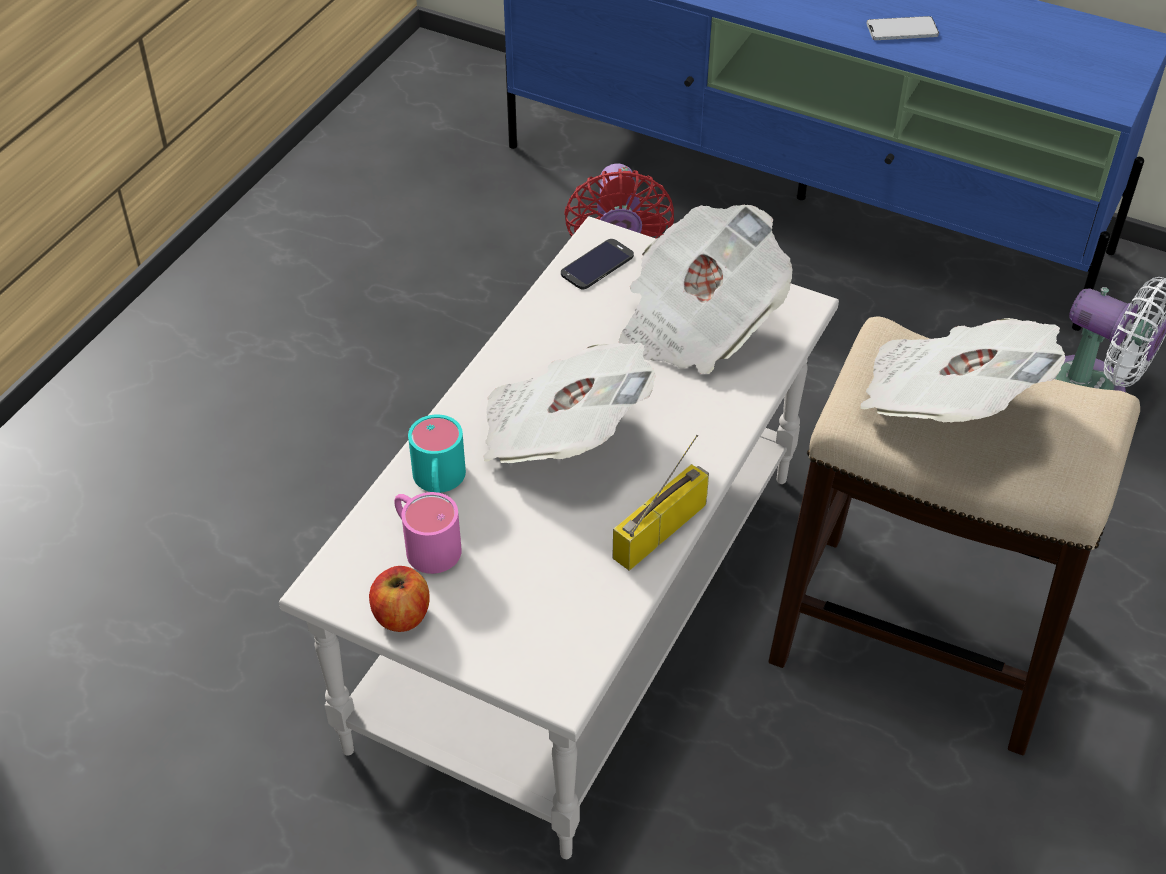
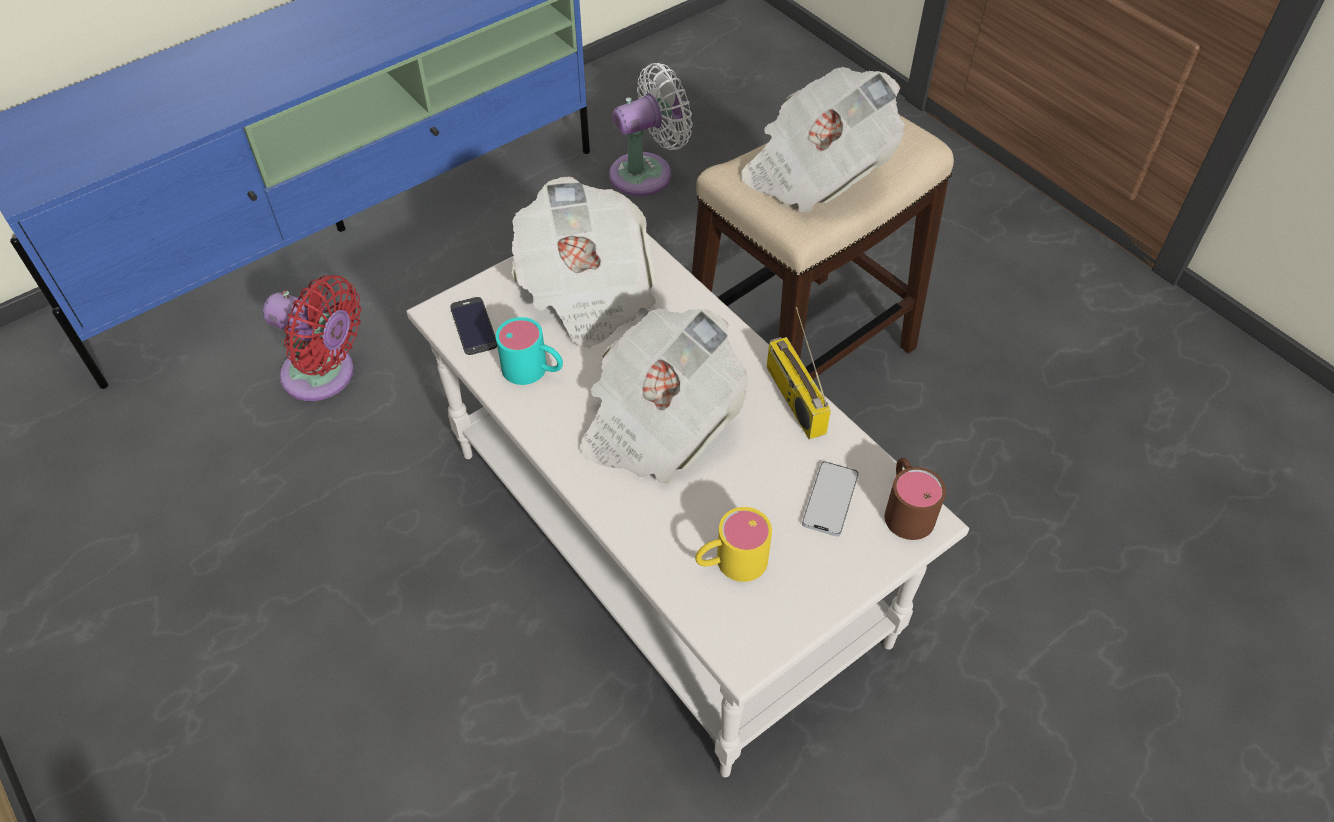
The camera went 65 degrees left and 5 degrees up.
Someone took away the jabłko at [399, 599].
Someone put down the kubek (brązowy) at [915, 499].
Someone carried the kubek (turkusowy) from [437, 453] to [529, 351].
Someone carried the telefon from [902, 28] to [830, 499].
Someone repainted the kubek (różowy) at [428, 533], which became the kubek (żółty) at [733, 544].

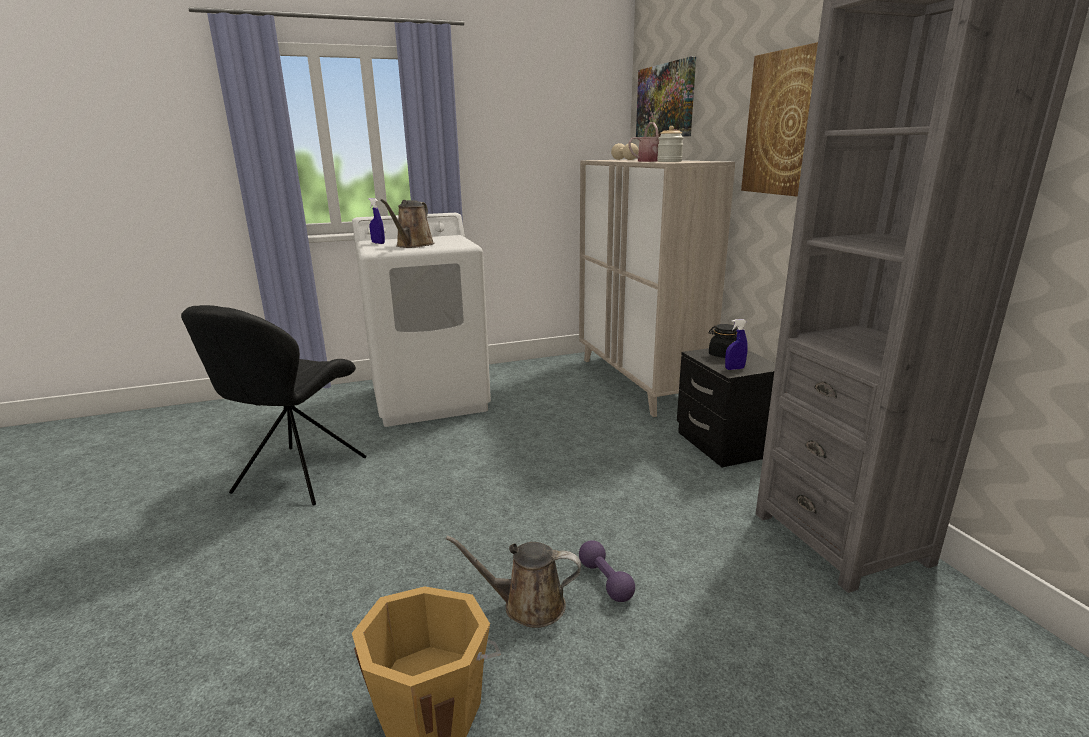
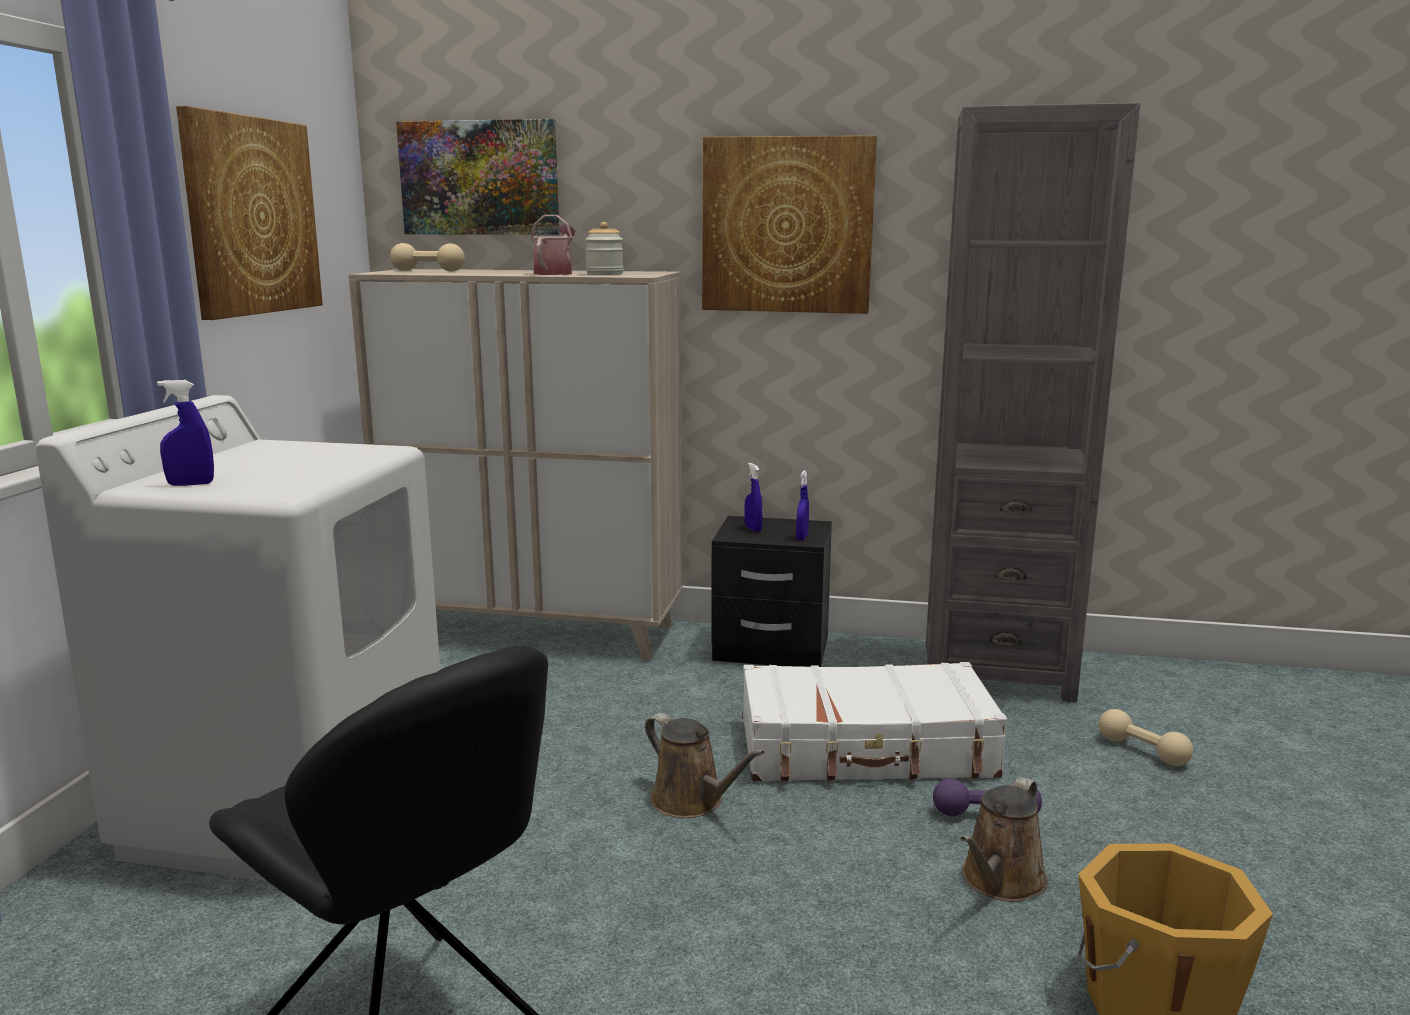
The camera went 60 degrees left and 5 degrees down.
Someone put up the obraz at [249, 213].
Someone put down the walizka (biały) at [875, 722].
Someone put down the hantel (beżowy) at [1146, 737].
Someone carried the konewka (brązowy) from [407, 223] to [705, 765].
Someone swapped the słoik (czarny) at [722, 341] for the spryskiwacz (niebieski) at [754, 497].

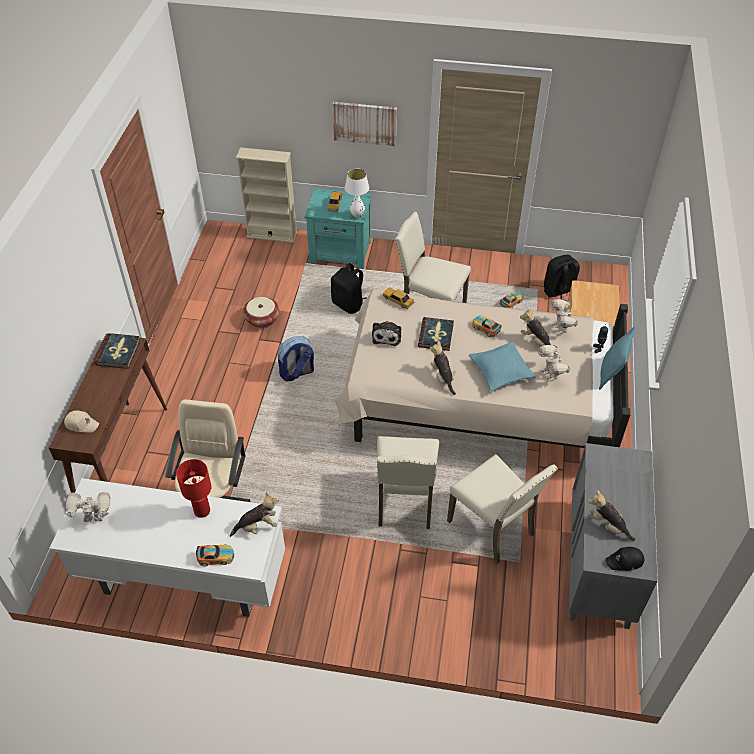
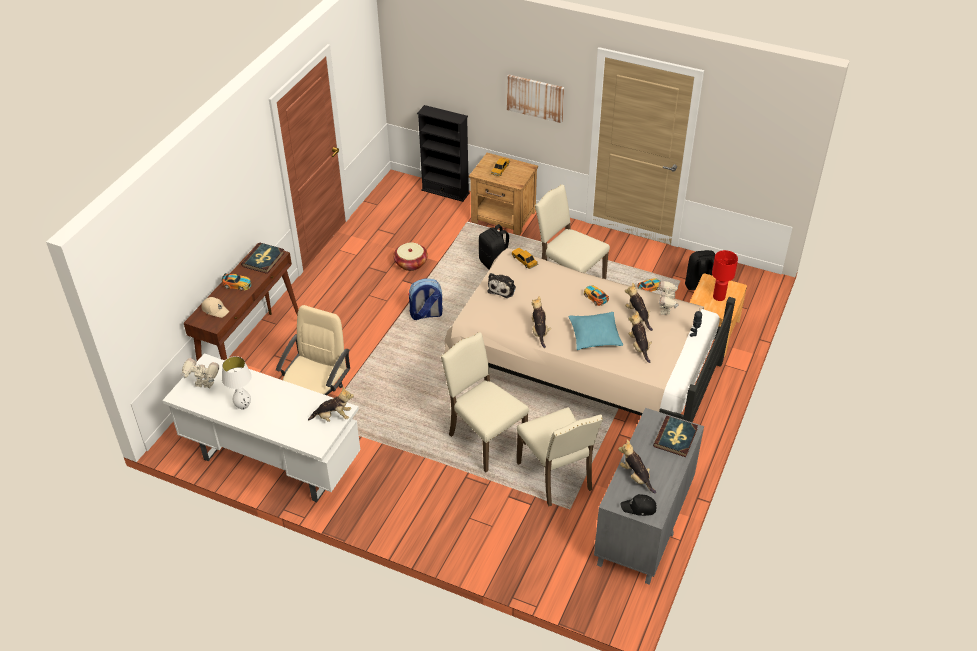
The camera went 15 degrees right and 5 degrees down.
Someone took away the poduszka (turkusowy) at [617, 358].
Someone carried the lampa stołowa (czerwony) from [193, 488] to [725, 275].
Someone carried the samochodzik from [215, 555] to [236, 282].
Someone carried the lampa stołowa (biały) from [357, 193] to [237, 383].
Someone carried the książka from [436, 334] to [675, 436].
Someone swapped the robot zabawkowy at [554, 363] for the pluszak at [640, 337].
Someone repainted the regał (beżowy) at [266, 195], which became the regał (czarny) at [443, 153].
Someone repainted the szafka nocna (turkusowy) at [338, 228], which became the szafka nocna (brązowy) at [503, 194].
Someone rotated the krzesło (beżowy) at [408, 482] by 120 degrees clockwise.

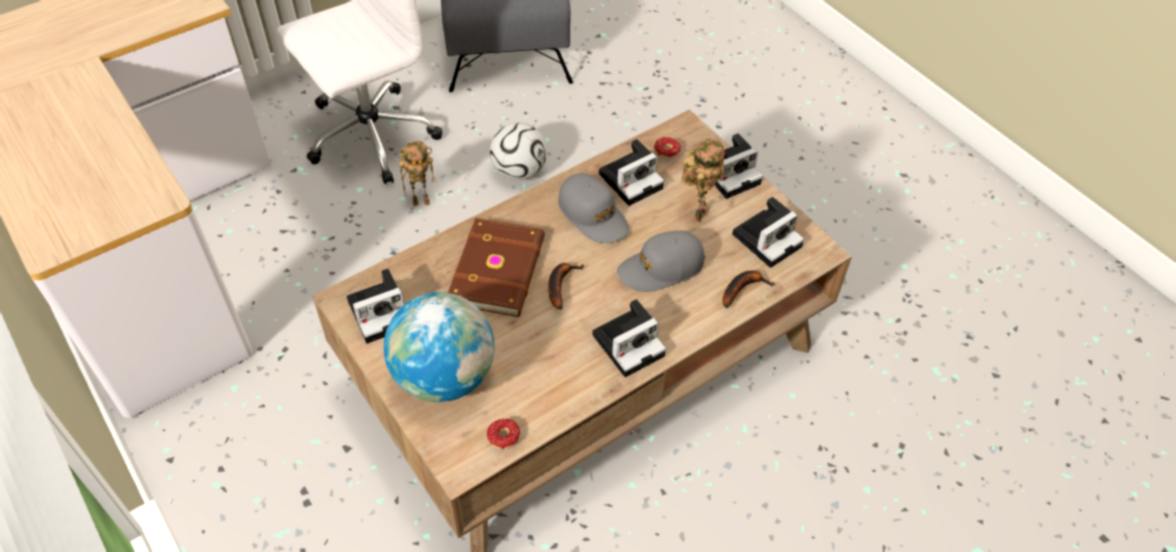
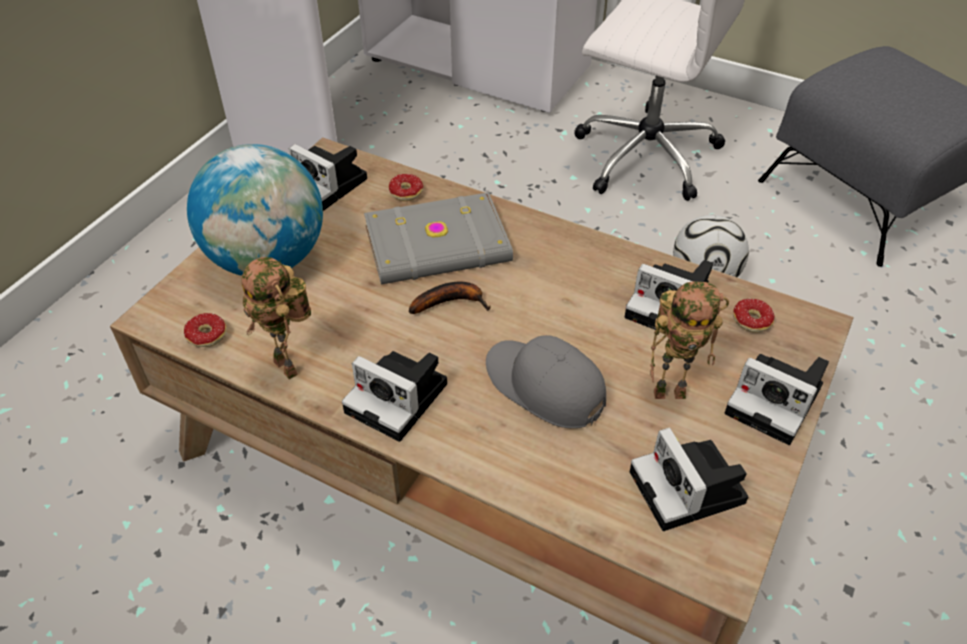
The camera went 65 degrees right and 5 degrees down.
Someone took away the czapka z daszkiem (szary) at [593, 208].
Someone took away the banan at [748, 289].
Someone put down the donut at [406, 187].
Someone carried the robot zabawkowy from [417, 173] to [276, 318].
Someone repainted the książka (brązowy) at [496, 267], which became the książka (szary) at [438, 238].
Someone rotated the aparat fotograficzny at [768, 232] by 45 degrees clockwise.

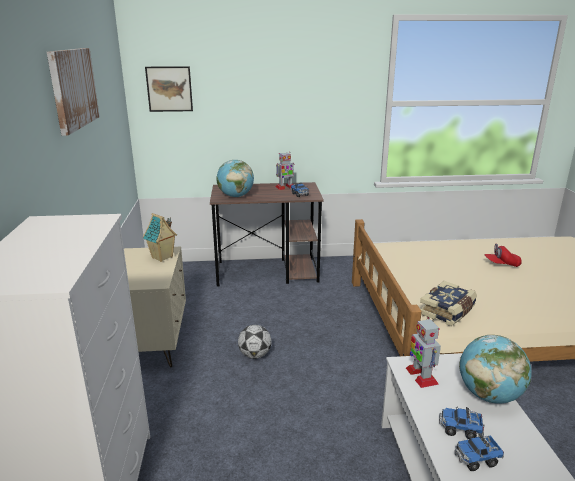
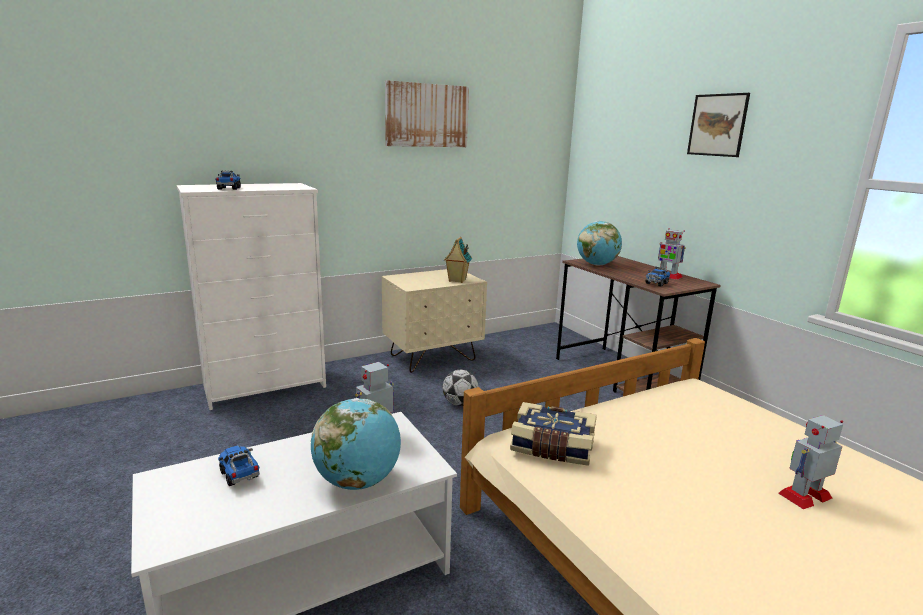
The camera went 65 degrees right and 5 degrees down.
Someone carried the obraz from [169, 89] to [718, 125].
Someone carried the ciężarówka zabawkowa from [462, 422] to [228, 180].
Someone swapped the czapka z daszkiem (czerwony) at [503, 255] for the robot zabawkowy at [810, 462].

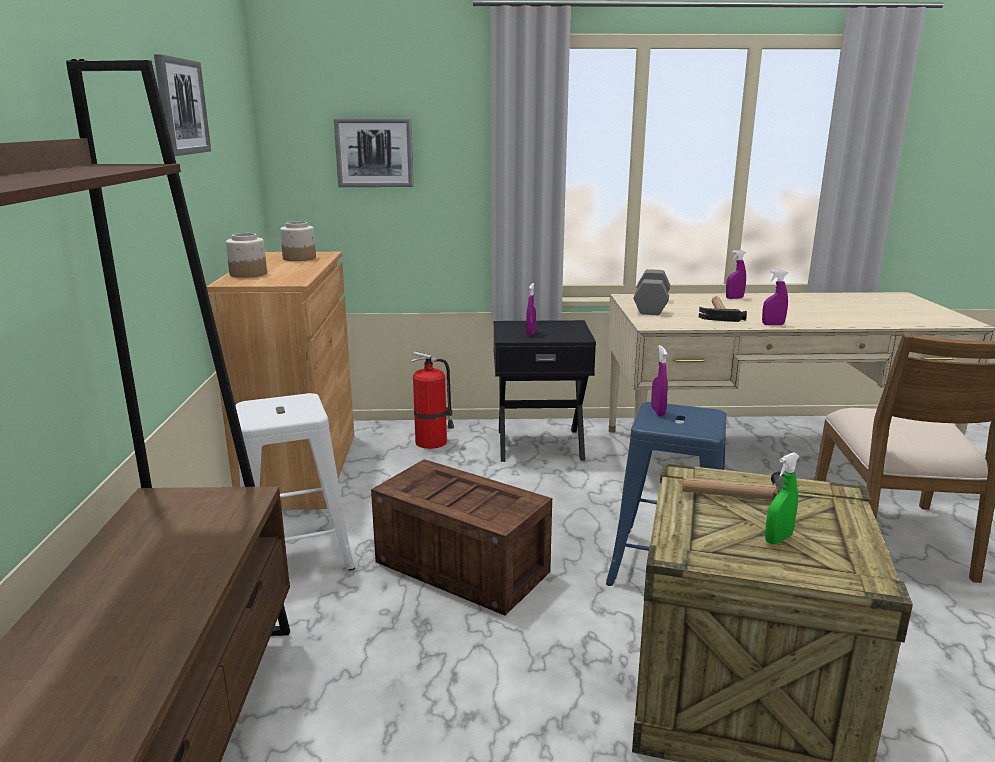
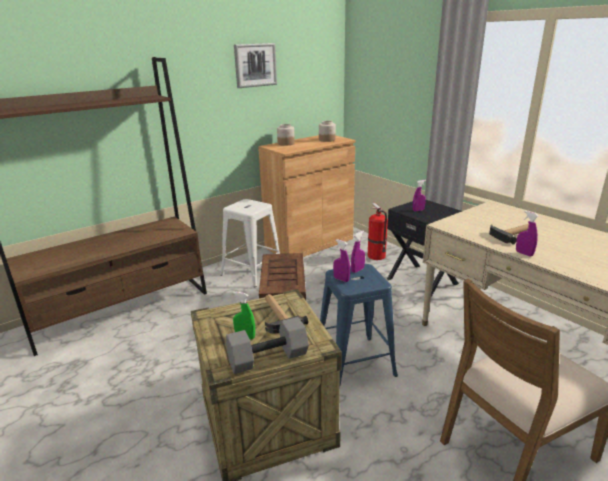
The camera went 55 degrees right and 5 degrees up.
Someone took away the obraz at [374, 152].
Someone carried the hantel (szary) from [652, 292] to [267, 345].
Someone carried the spryskiwacz (fioletowy) from [736, 274] to [341, 260].

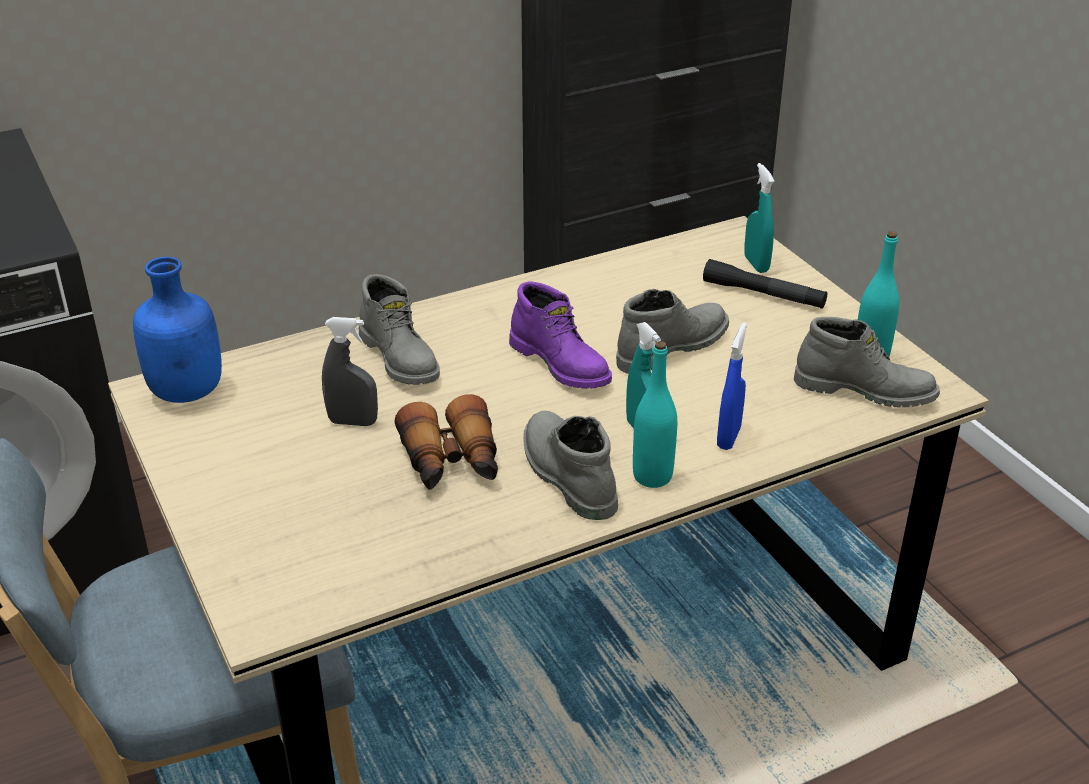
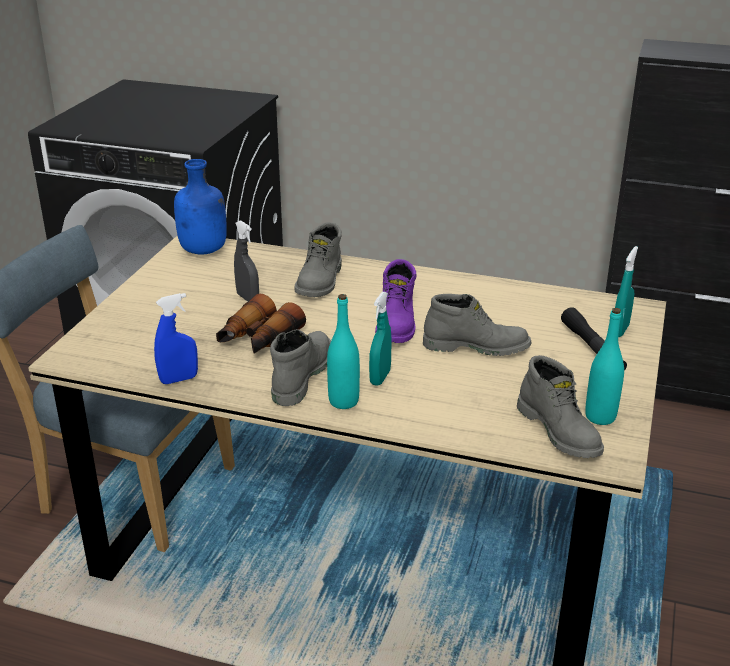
The camera went 45 degrees right and 5 degrees down.
Someone carried the spryskiwacz (niebieski) from [732, 386] to [176, 338].

